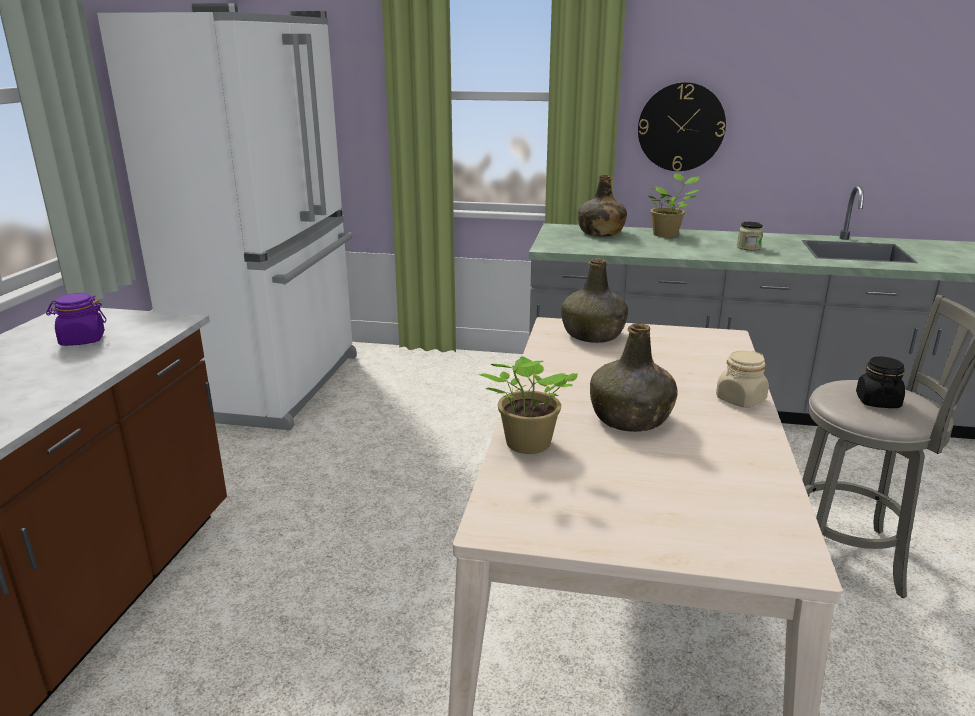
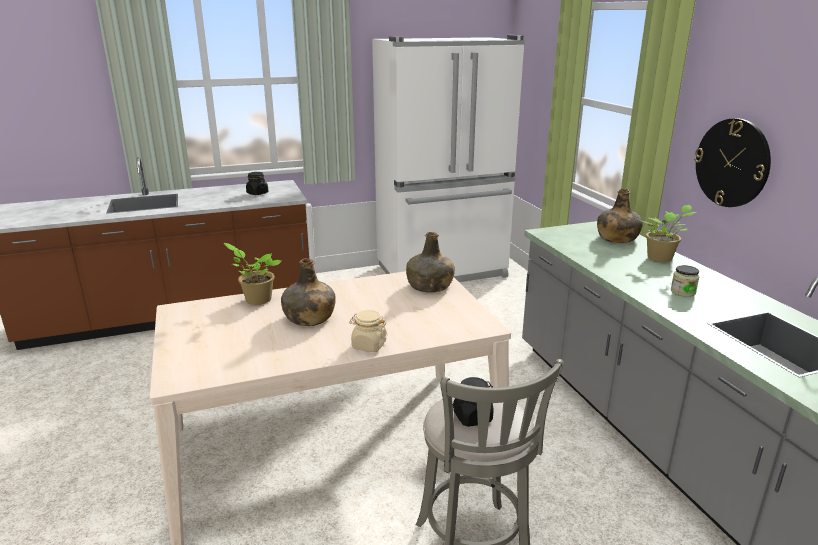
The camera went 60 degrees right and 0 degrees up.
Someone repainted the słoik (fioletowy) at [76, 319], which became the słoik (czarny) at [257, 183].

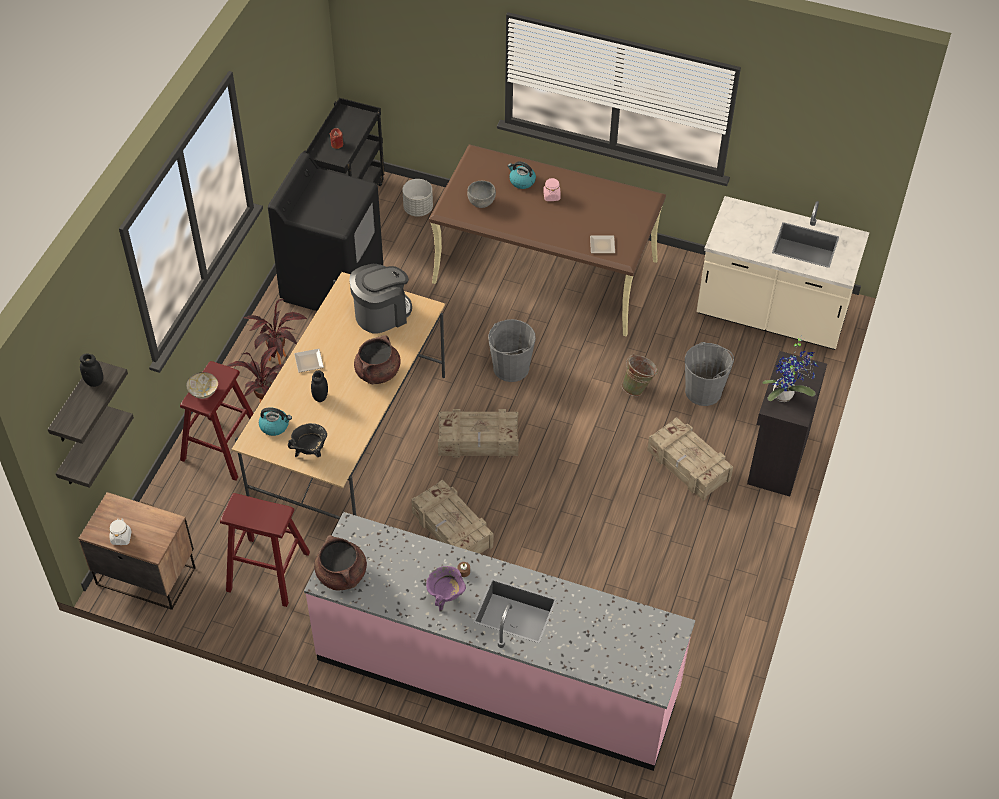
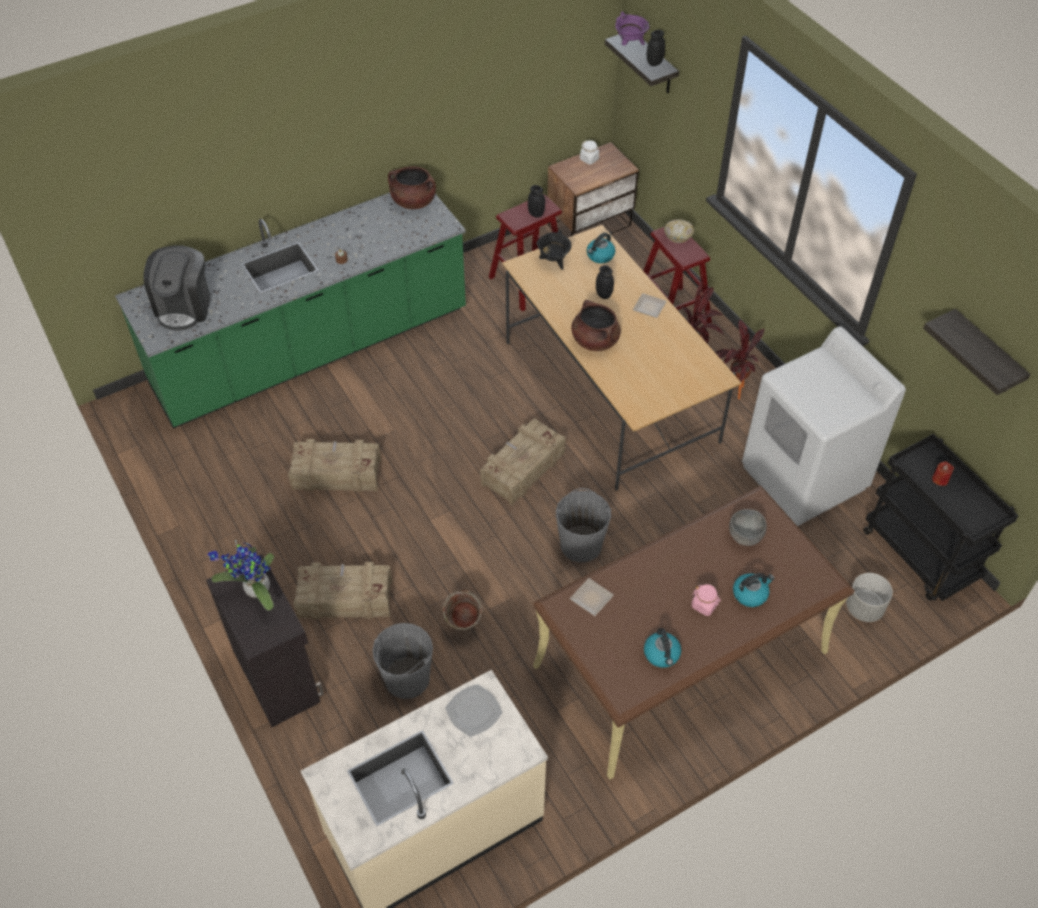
The camera went 130 degrees right and 0 degrees up.
Someone put down the talerz at [474, 710].
Someone put down the słoik (czarny) at [536, 201].
Someone put down the czajnik at [662, 648].
Someone carried the półka from [95, 447] to [976, 352].
Someone carried the ekspres do kawy from [381, 299] to [177, 288].
Someone carried the skrzynka from [452, 517] to [334, 465].
Someone carried the garnek (fioletowy) from [446, 589] to [632, 28].
Someone repainted the pralka (czarny) at [325, 231], which became the pralka (biały) at [824, 426].
Someone repainted the zabudowa kuchenna (różowy) at [499, 641], which became the zabudowa kuchenna (zielony) at [290, 310].

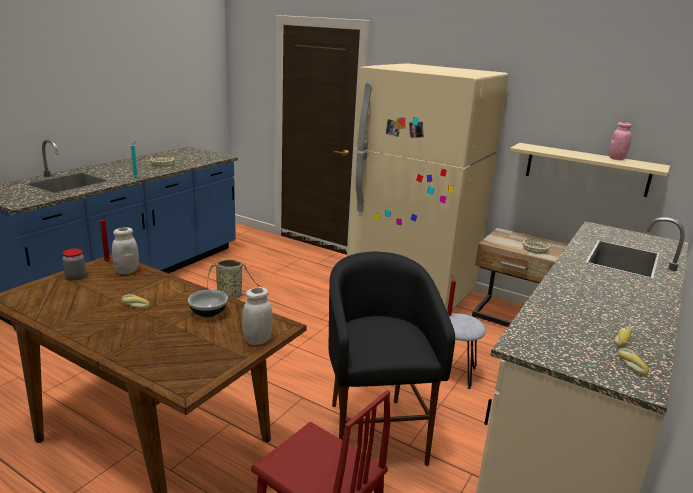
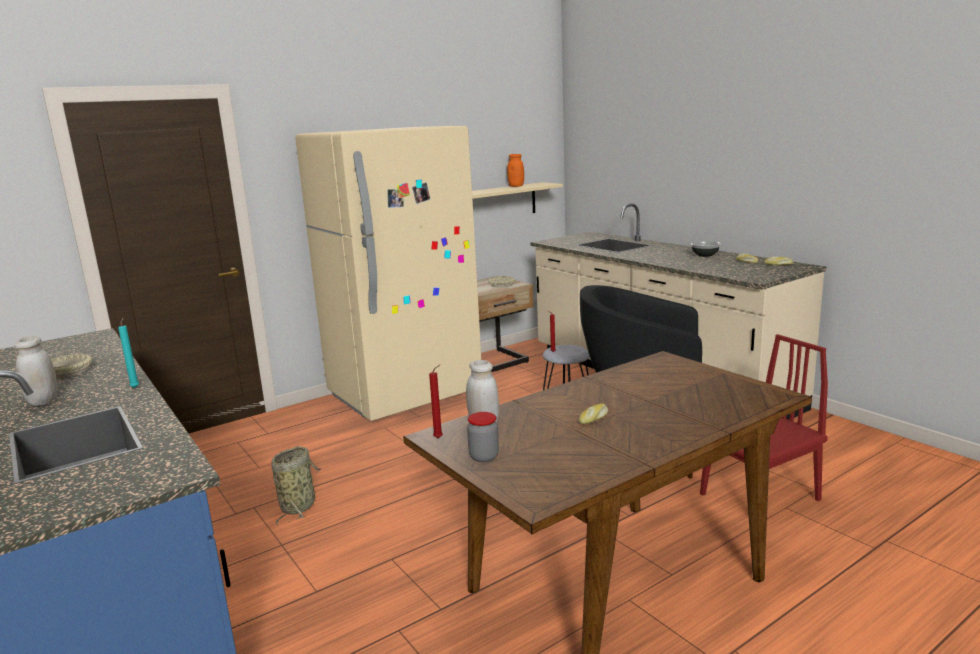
The camera went 65 degrees left and 5 degrees down.
Someone carried the miska from [208, 304] to [706, 249].
Someone carried the słoik (biały) from [257, 316] to [36, 371].
Someone repainted the słoik (różowy) at [620, 141], which became the słoik (pomarańczowy) at [515, 170].

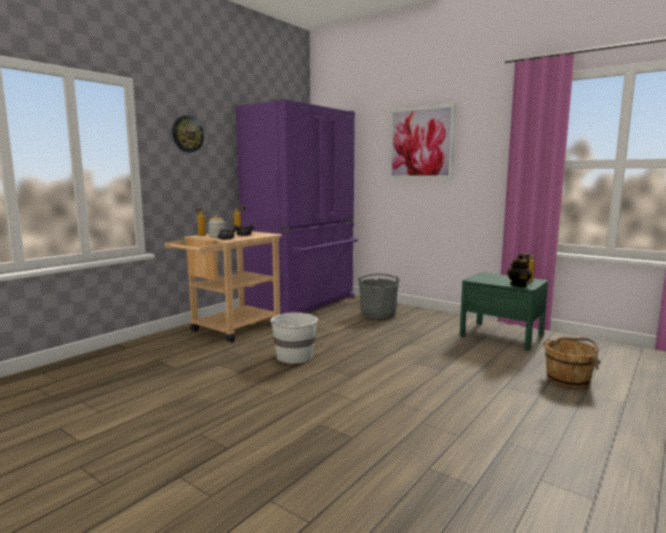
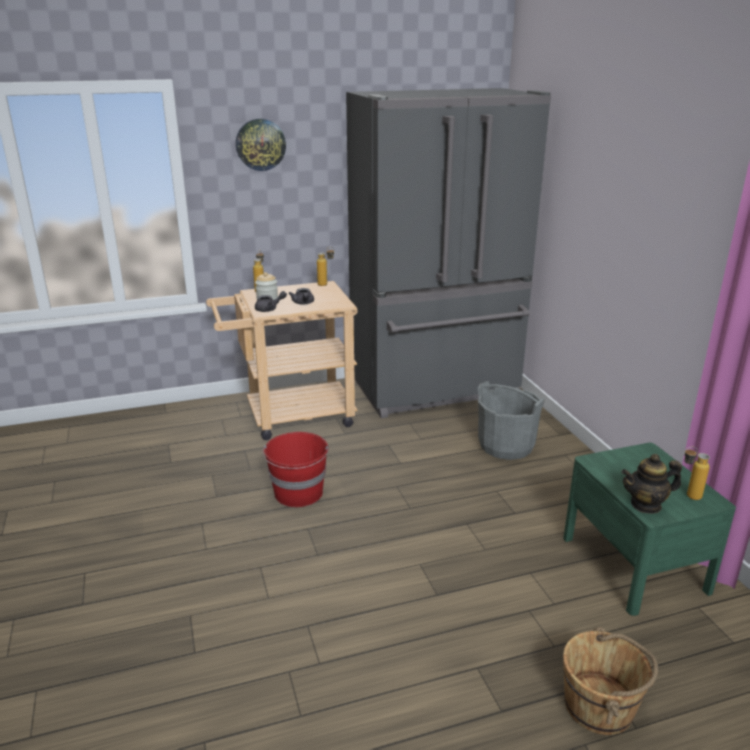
The camera went 35 degrees right and 15 degrees up.
Someone took away the obraz at [422, 141].
Someone repainted the lodówka (fioletowy) at [297, 206], which became the lodówka (szary) at [448, 253].
Someone repainted the wiadro (biały) at [295, 338], which became the wiadro (czerwony) at [295, 469].

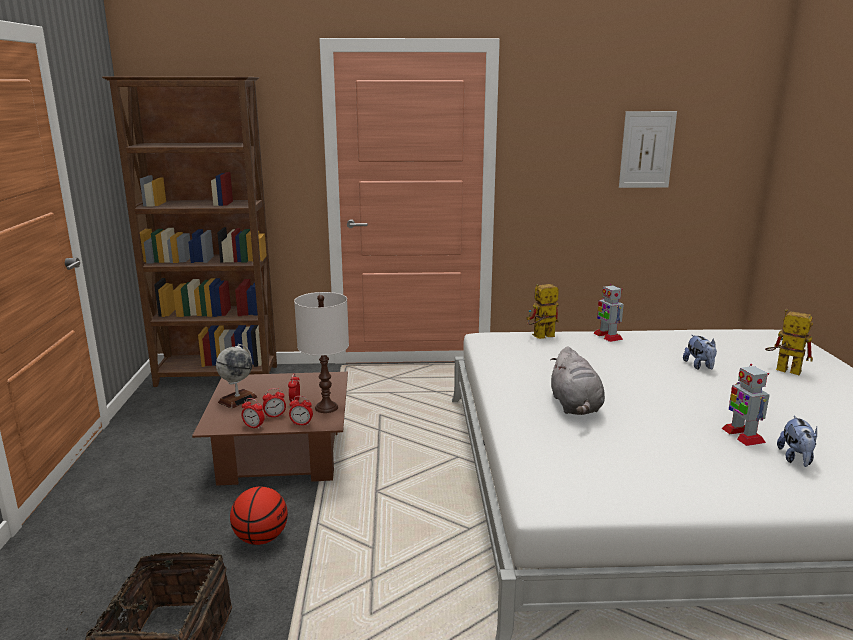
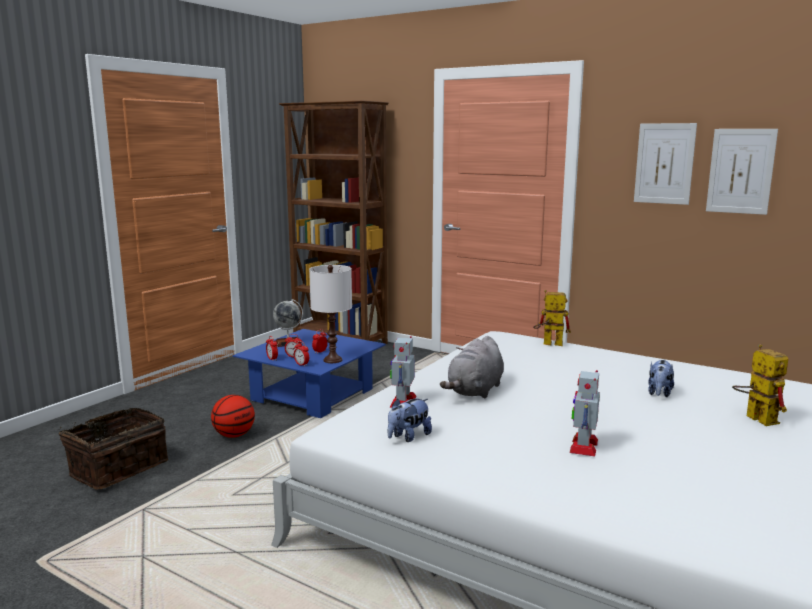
The camera went 35 degrees right and 5 degrees down.
Someone put up the obraz at [665, 164].
Someone carried the robot zabawkowy from [609, 313] to [403, 372].
Someone carried the pluszak from [797, 441] to [410, 420].
Someone repainted the ława (brązowy) at [270, 429], which became the ława (niebieski) at [309, 373].

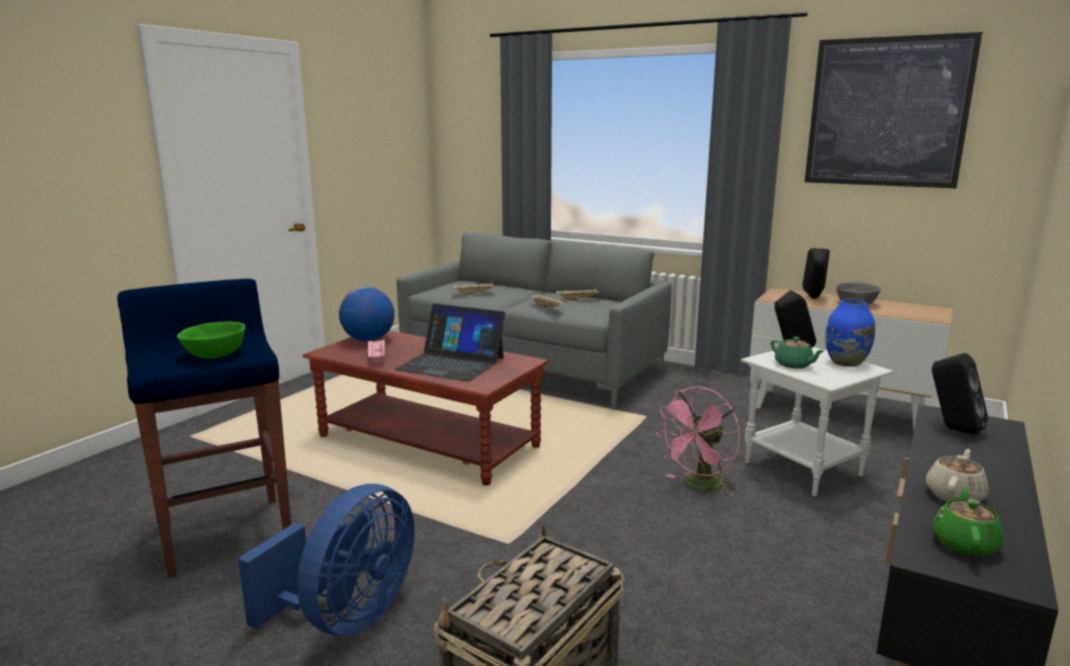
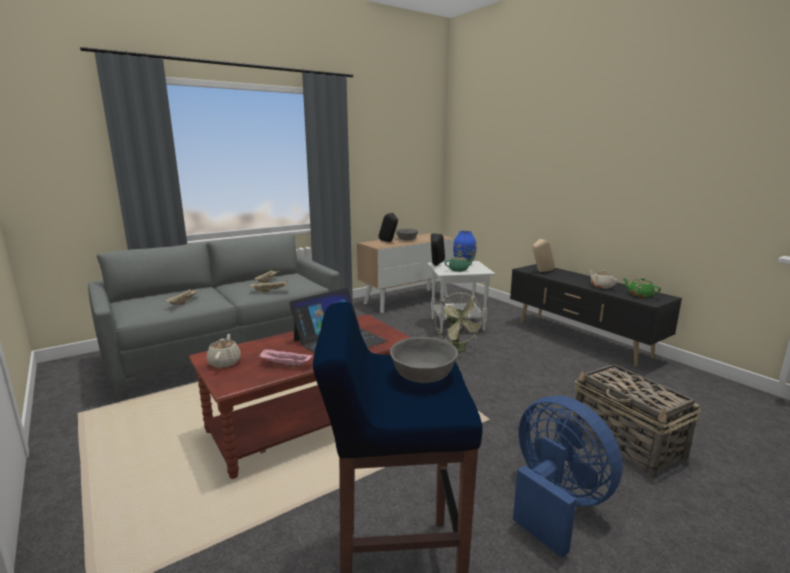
The camera went 65 degrees left and 0 degrees up.
Someone took away the obraz at [893, 110].
Someone swapped the globus at [367, 314] for the imbryk (beżowy) at [223, 351].
Someone repainted the miska (zielony) at [211, 340], which became the miska (szary) at [424, 360].
Someone repainted the wentylator (różowy) at [698, 442], which became the wentylator (zielony) at [460, 322].
Someone repainted the głośnik (czarny) at [960, 394], which became the głośnik (beżowy) at [543, 255].

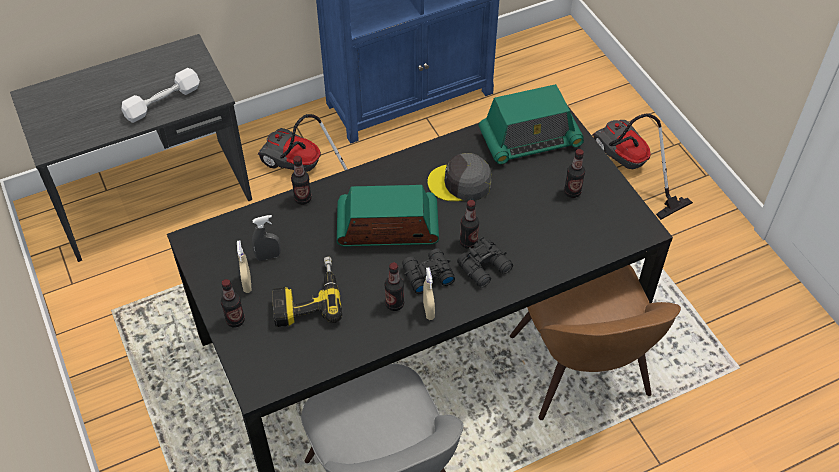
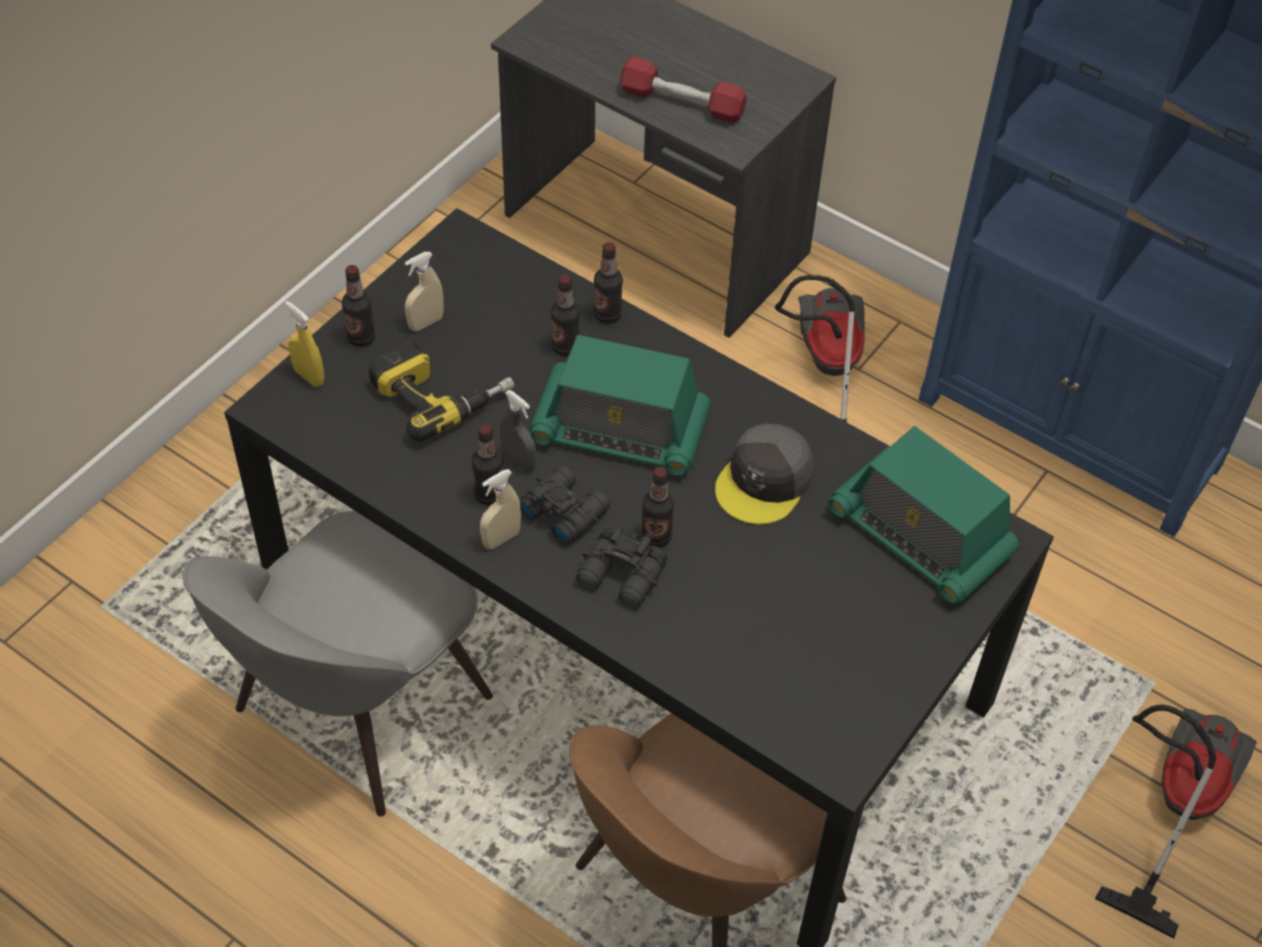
The camera went 60 degrees right and 0 degrees up.
Someone put down the spryskiwacz (żółty) at [304, 344].
Someone carried the spryskiwacz (szary) from [266, 238] to [518, 431].
Someone carried the butelka from [574, 173] to [565, 315].
Someone repainted the hantel (biały) at [160, 95], which became the hantel (czerwony) at [683, 89].
Someone rotated the radio at [388, 216] by 135 degrees clockwise.
Someone rotated the czapka z daszkiem (szary) at [459, 177] by 120 degrees counterclockwise.

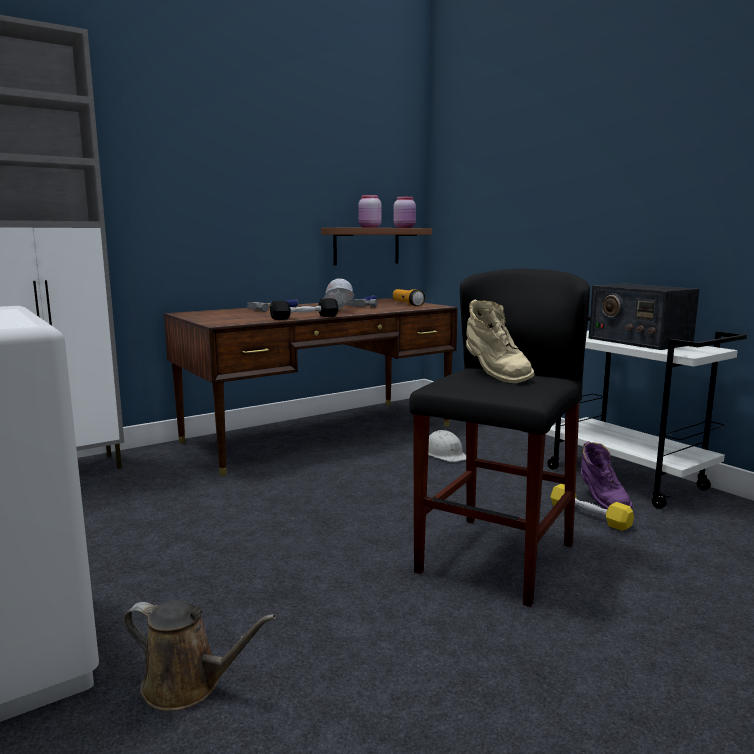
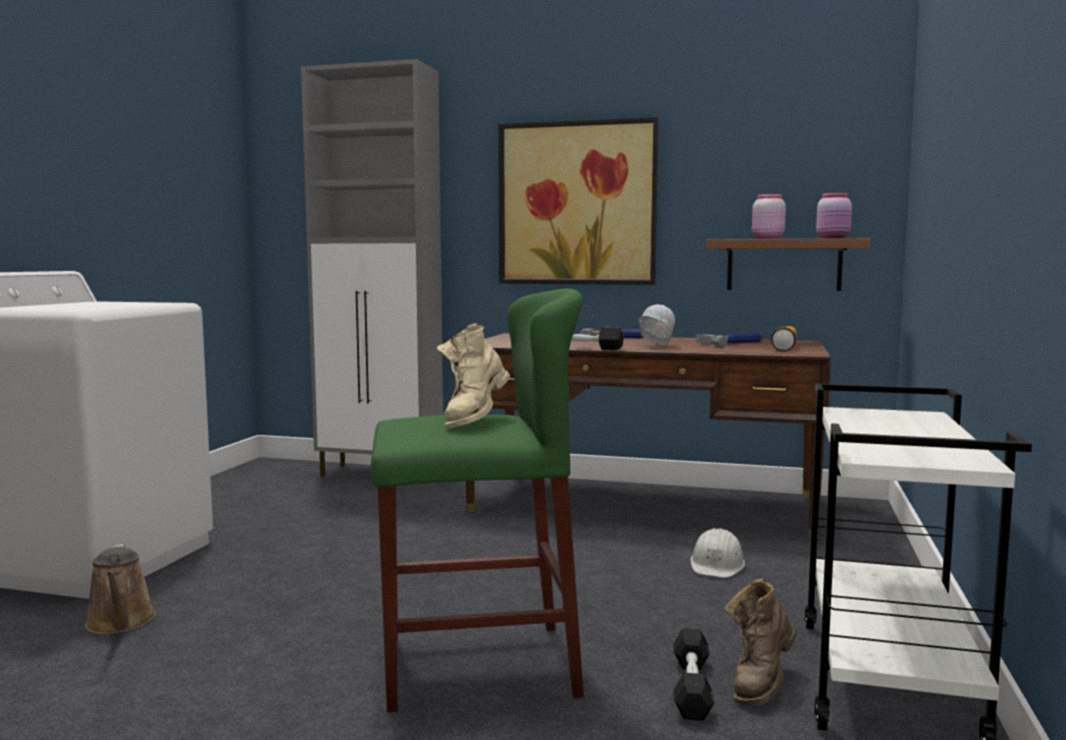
The camera went 50 degrees right and 5 degrees down.
Someone took away the radio at [644, 317].
Someone put up the obraz at [578, 201].
Someone repainted the stołek (czarny) at [499, 437], which became the stołek (zielony) at [477, 500].
Someone repainted the hantel (żółty) at [592, 507], which became the hantel (czarny) at [694, 674].
Someone repainted the but z cholewką (fioletowy) at [607, 475], which became the but z cholewką (brązowy) at [760, 641].

